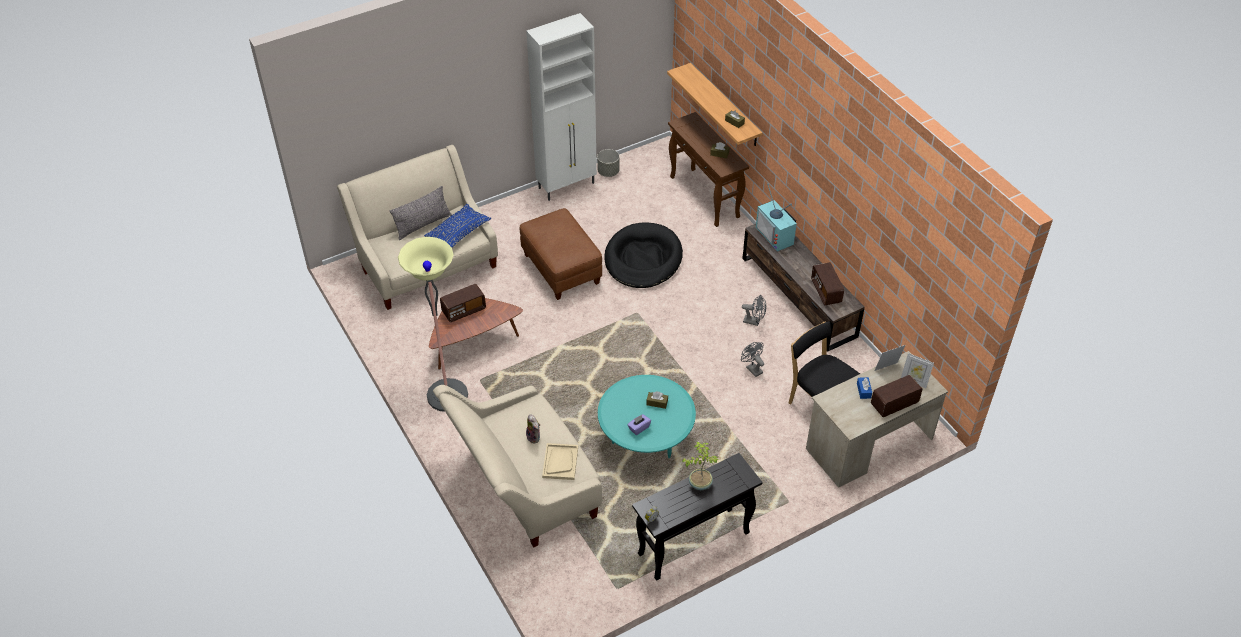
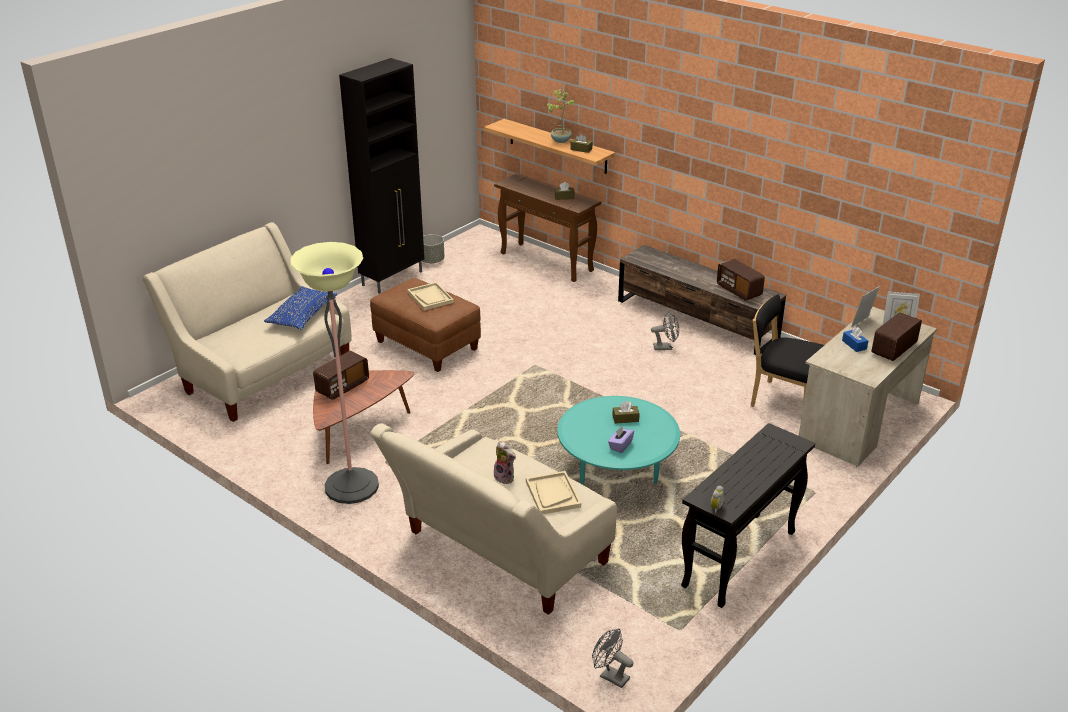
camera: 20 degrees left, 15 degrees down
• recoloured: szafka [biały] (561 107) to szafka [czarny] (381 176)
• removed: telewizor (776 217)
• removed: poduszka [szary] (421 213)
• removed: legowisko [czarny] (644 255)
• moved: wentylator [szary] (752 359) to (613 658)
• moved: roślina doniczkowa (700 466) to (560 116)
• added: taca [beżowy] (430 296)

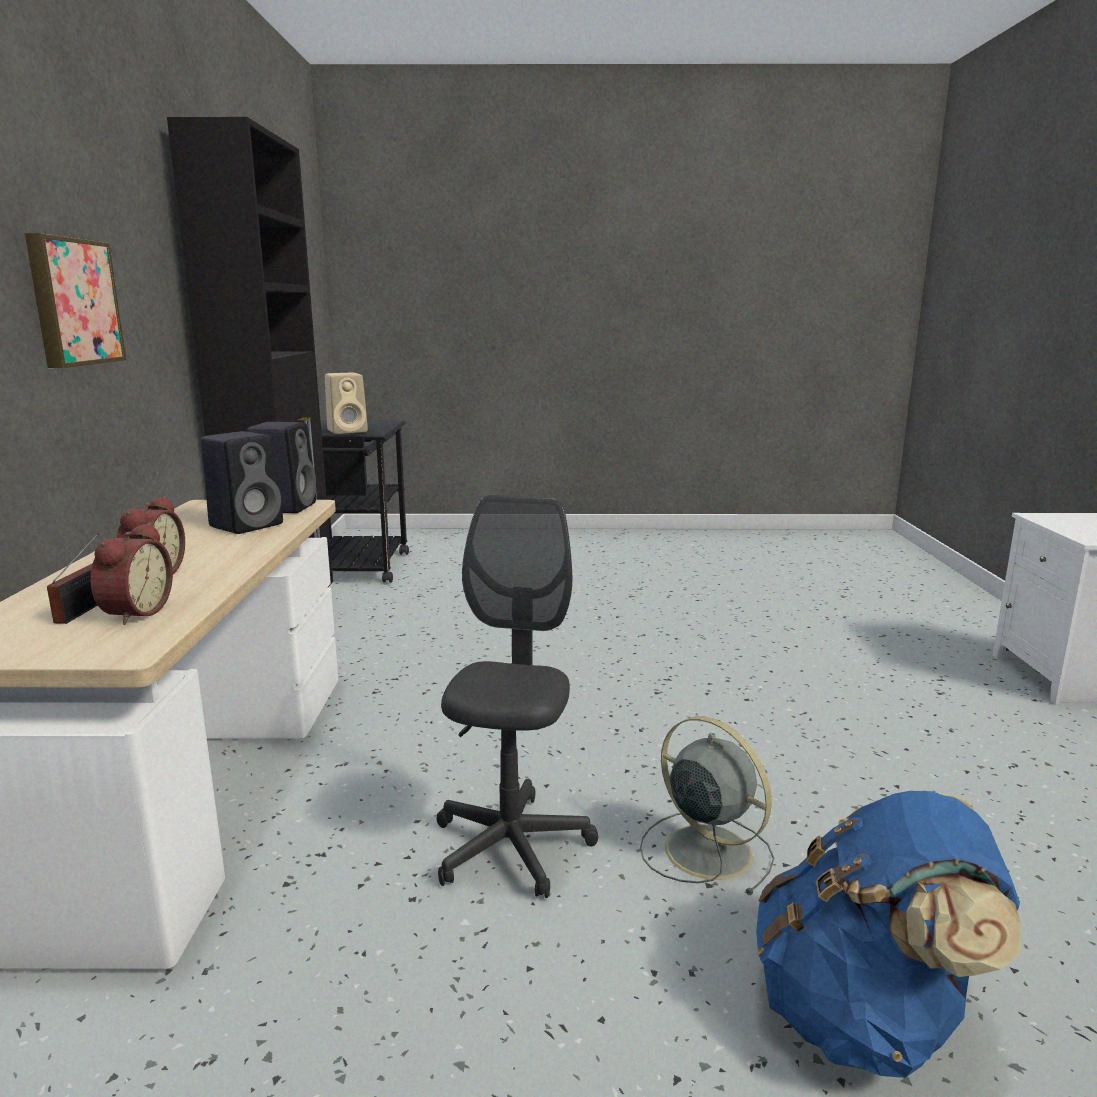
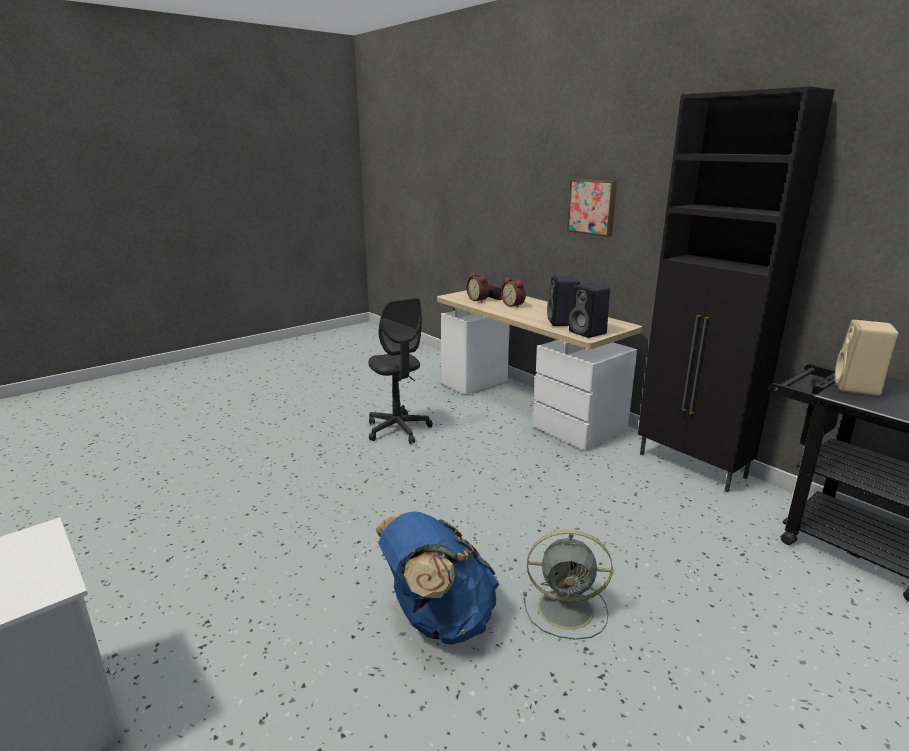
camera: 140 degrees right, 5 degrees up
• moved: wentylator [szary] (707 806) to (568 585)
• moved: plecak [niebieski] (888 934) to (437 578)

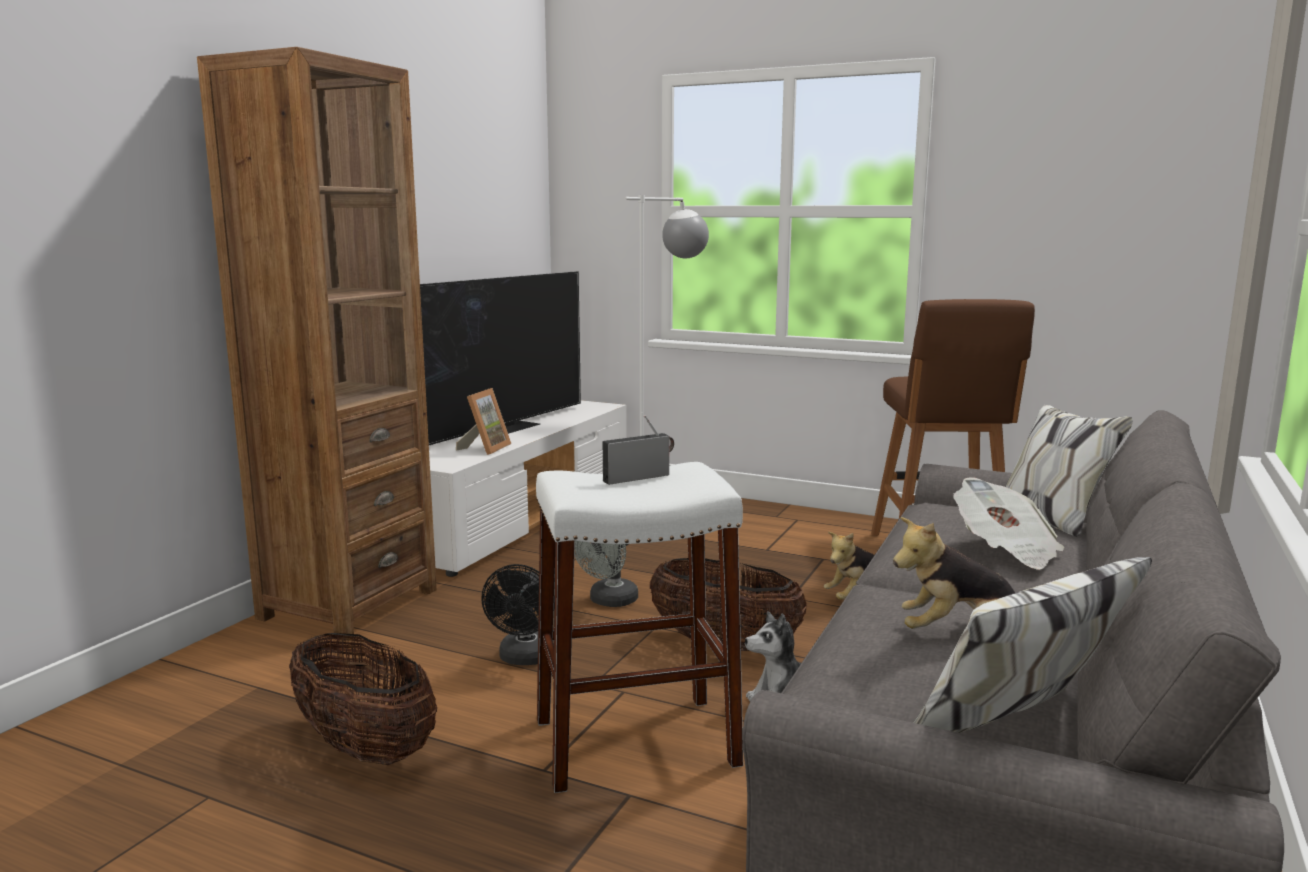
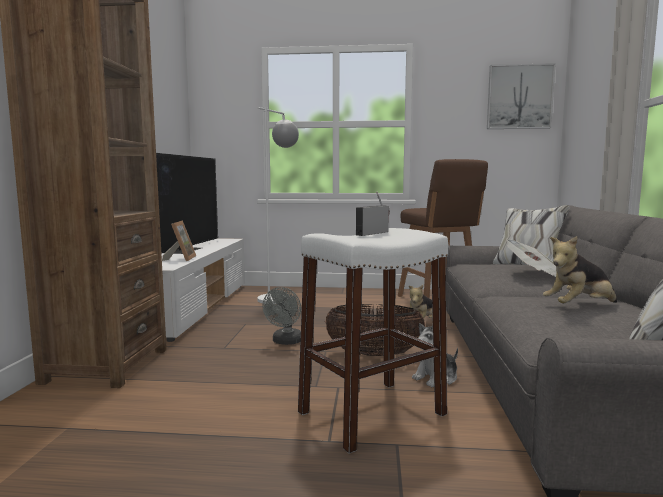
camera: 20 degrees left, 5 degrees down
• removed: wentylator [czarny] (518 614)
• removed: koszyk (363 699)
• added: obraz (521 96)

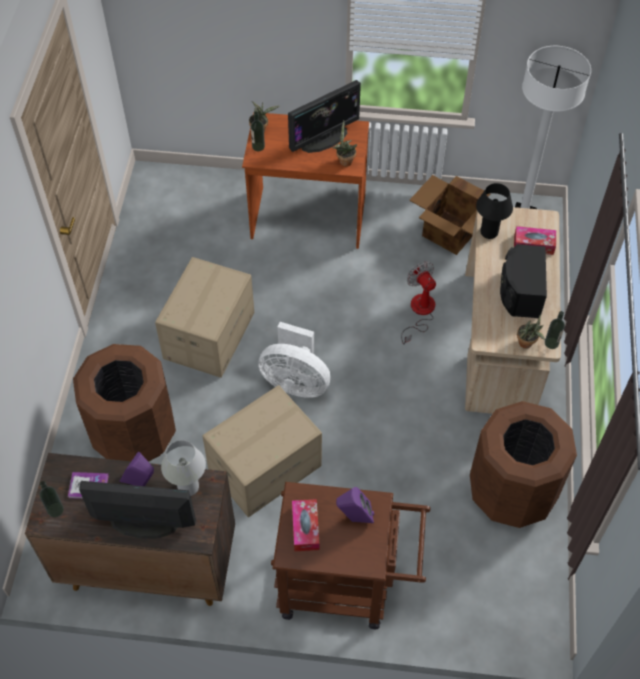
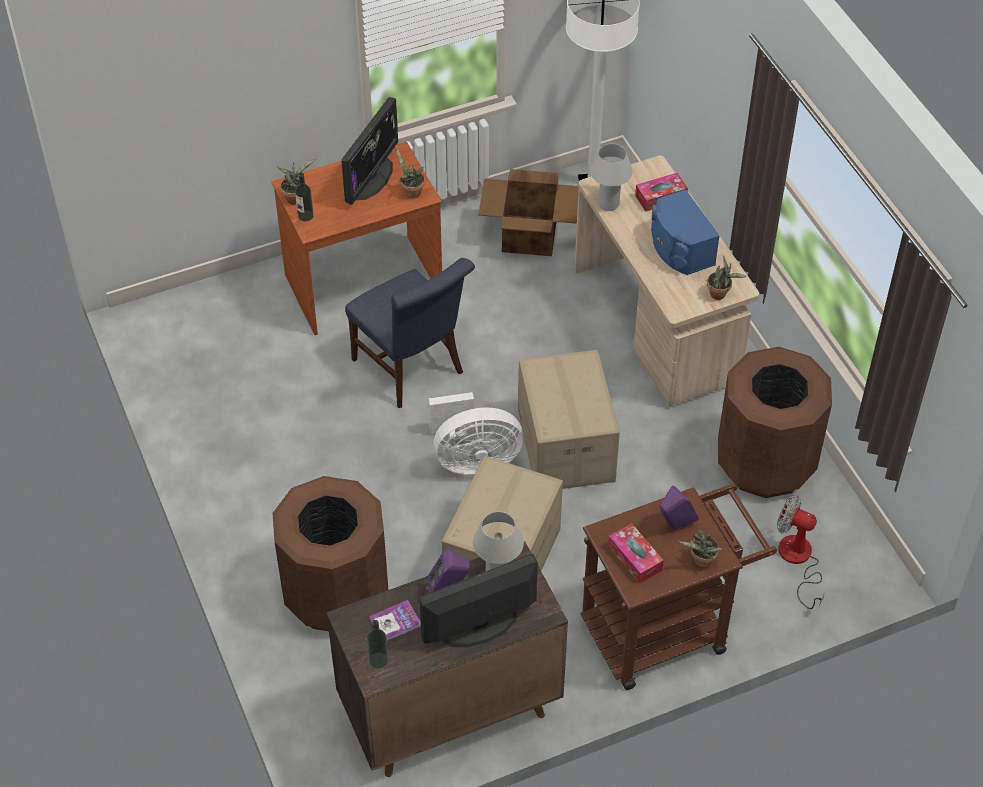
camera: 30 degrees left, 5 degrees down
• recoloured: lampa stołowa [czarny] (494 211) to lampa stołowa [biały] (611 177)
• recoloured: głośnik [czarny] (523 281) to głośnik [niebieski] (685 232)
• moved: karton (204 317) to (569 419)
• moved: wentylator (418 303) to (801 552)
• removed: butelka (555 330)
• added: krzesło [niebieski] (410 333)
• added: roślina doniczkowa (701 548)

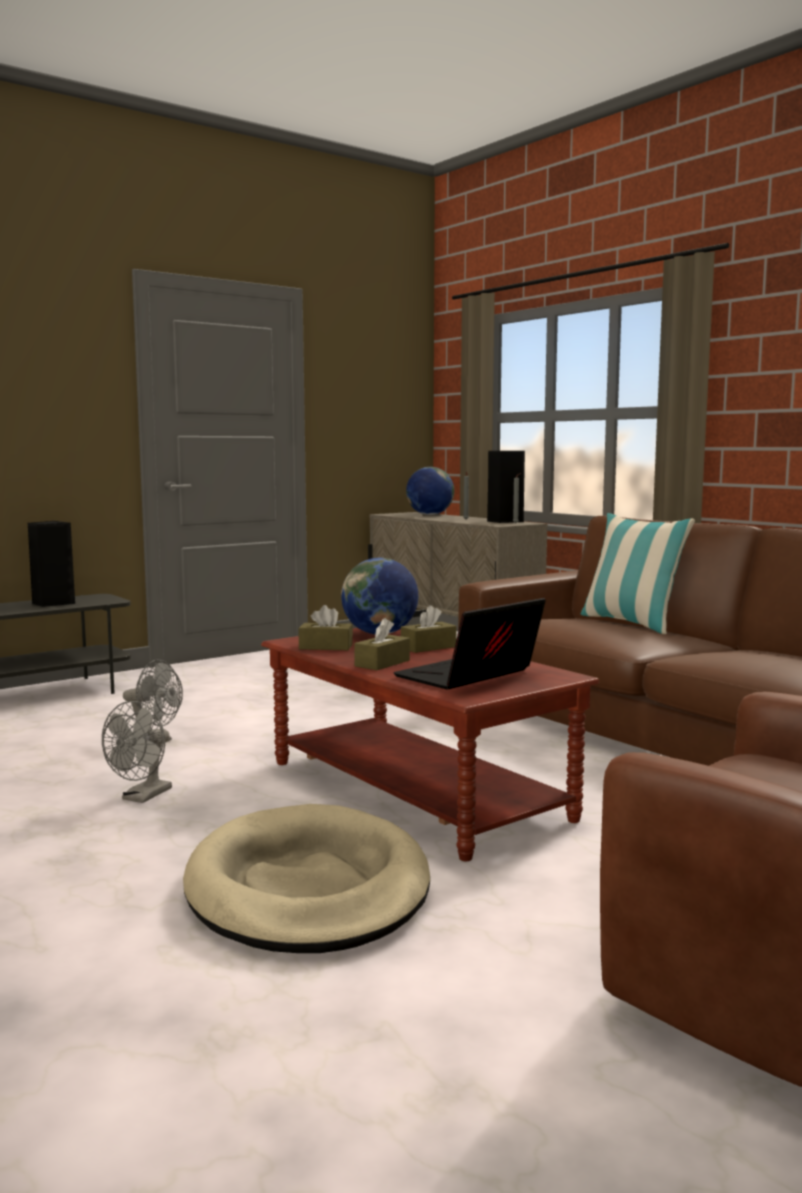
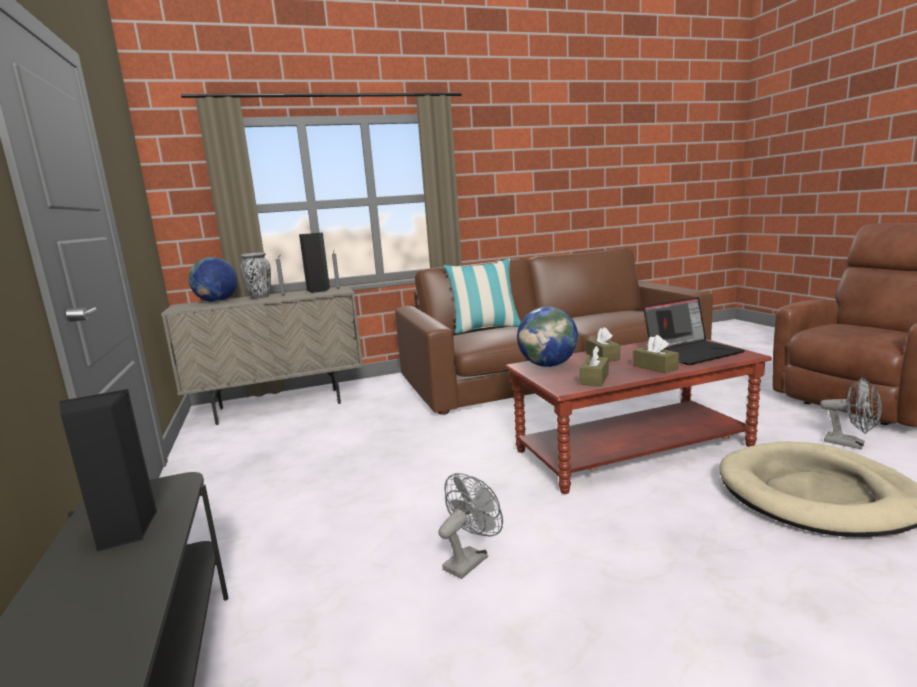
camera: 70 degrees left, 5 degrees up
• turned: laptop (469 643) = (694 331) 90 degrees counterclockwise
• moved: wentylator [szary] (137 752) to (851 413)
• added: wazon (255 275)

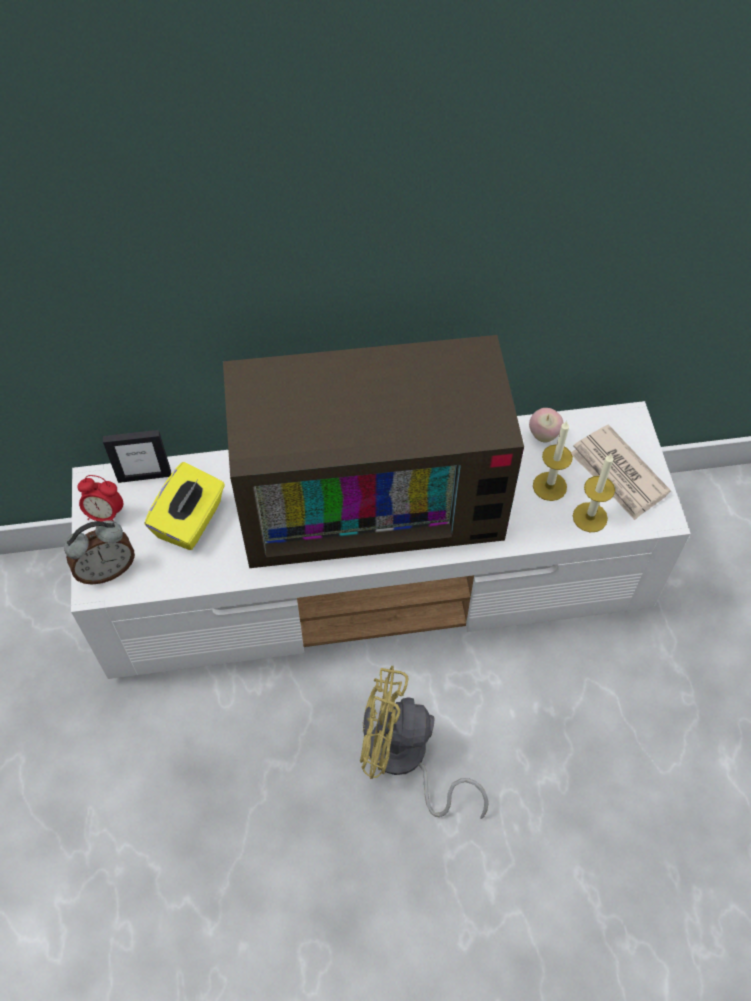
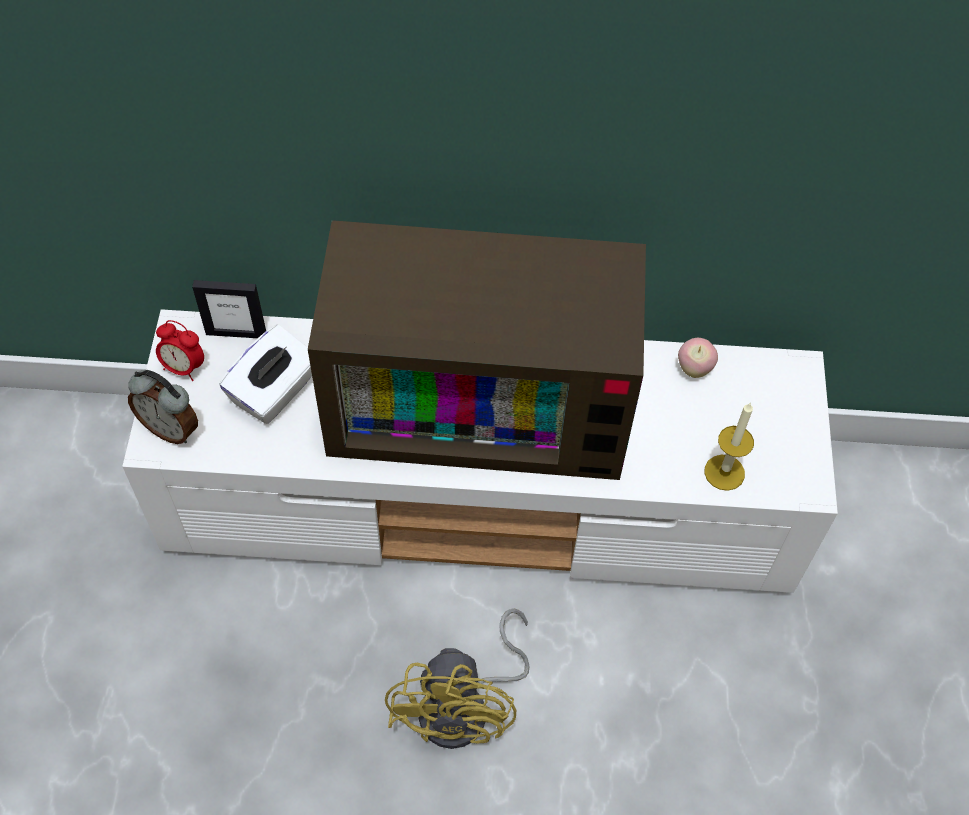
camera: 10 degrees right, 0 degrees up
• removed: świeca (553 461)
• removed: gazeta (621 472)
• recoloured: pudełko chusteczek [żółty] (184 506) to pudełko chusteczek [biały] (265 374)
• turned: budzik (99 552) = (163 407) 45 degrees clockwise
• turned: wentylator [żółty] (424 742) = (457 678) 105 degrees counterclockwise

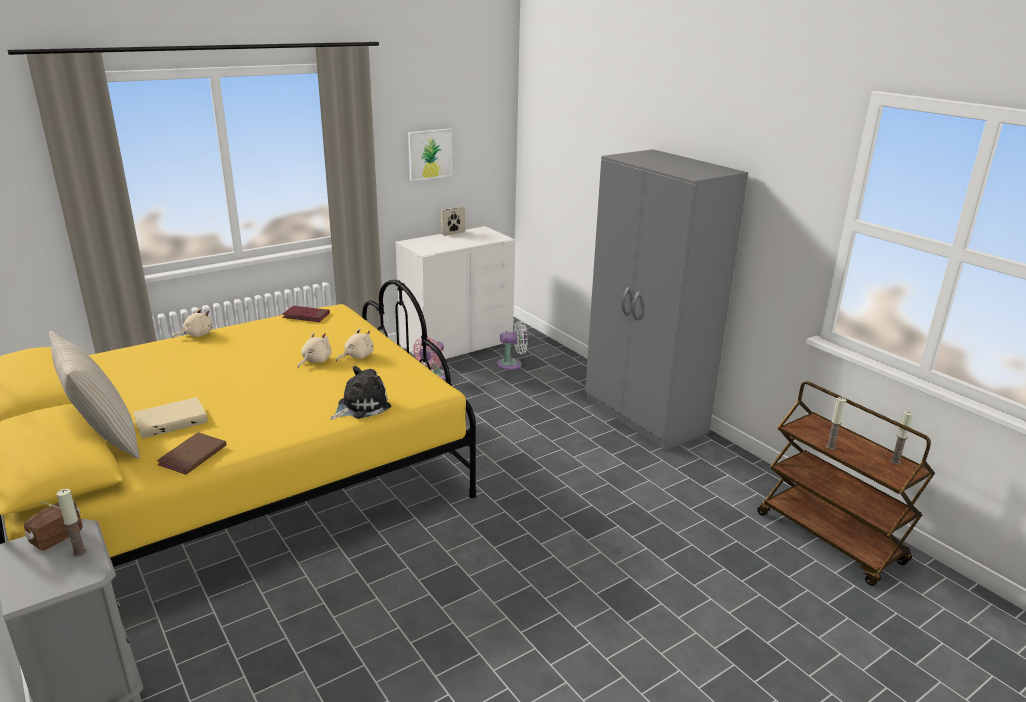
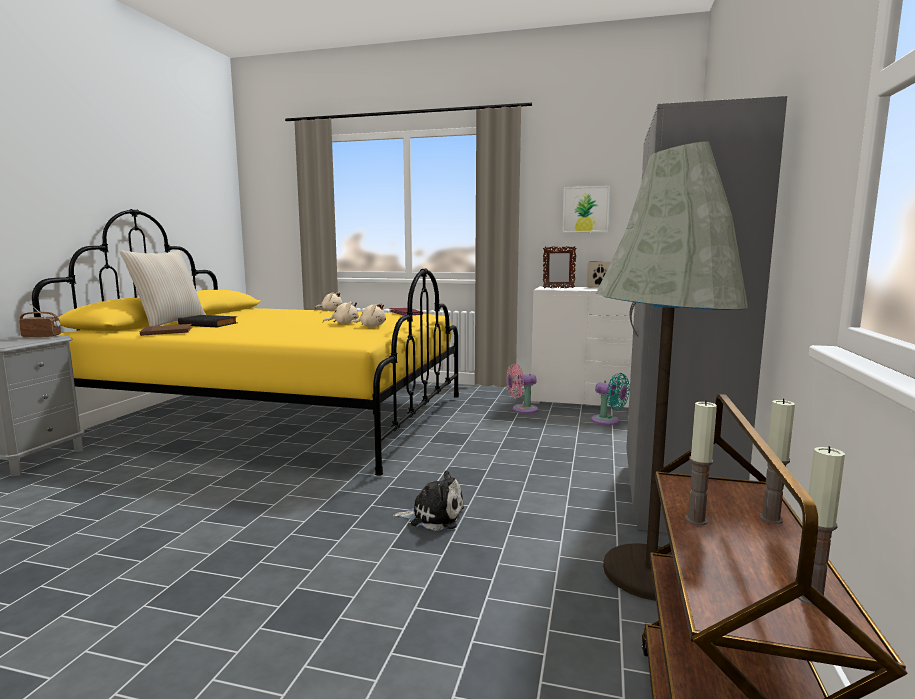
camera: 50 degrees right, 15 degrees down
• recoloured: wentylator [biały] (512 345) to wentylator [turkusowy] (610 399)
• moved: pluszak (360 393) to (428 501)
• recoloured: książka [beżowy] (170 418) to książka [czarny] (207 321)
• moved: świeca (72 523) to (777 461)
• added: lampa stojąca [szary] (672 371)
• added: ramka na zdjęcie (559 267)

